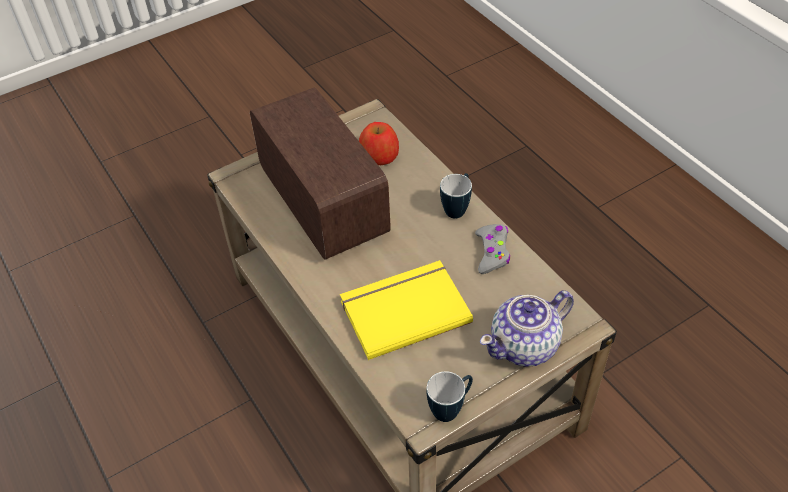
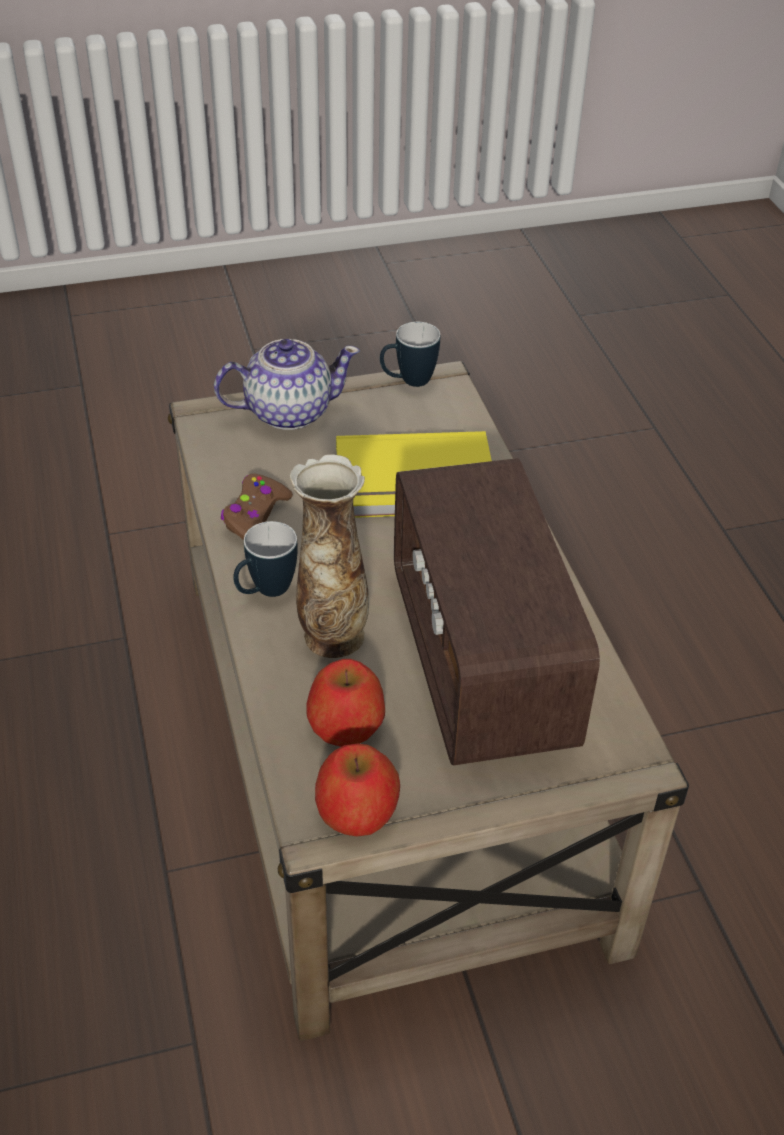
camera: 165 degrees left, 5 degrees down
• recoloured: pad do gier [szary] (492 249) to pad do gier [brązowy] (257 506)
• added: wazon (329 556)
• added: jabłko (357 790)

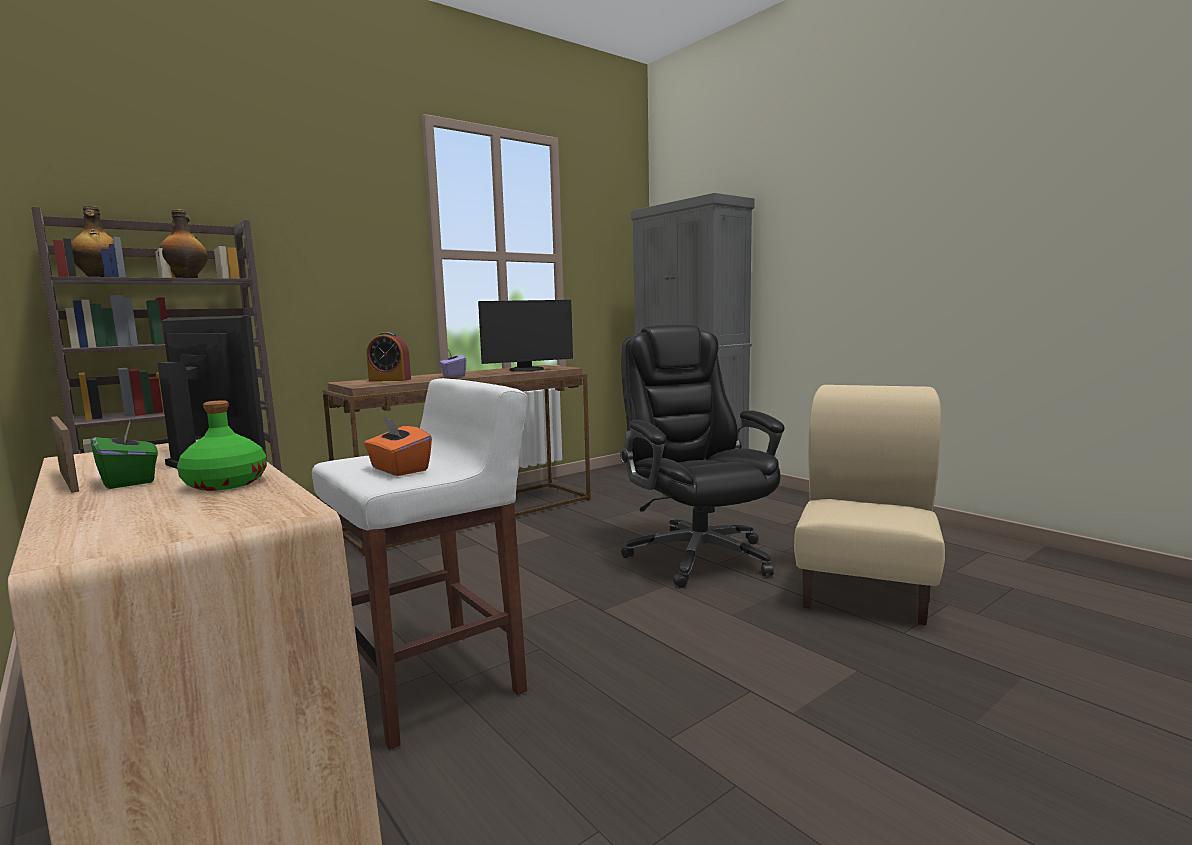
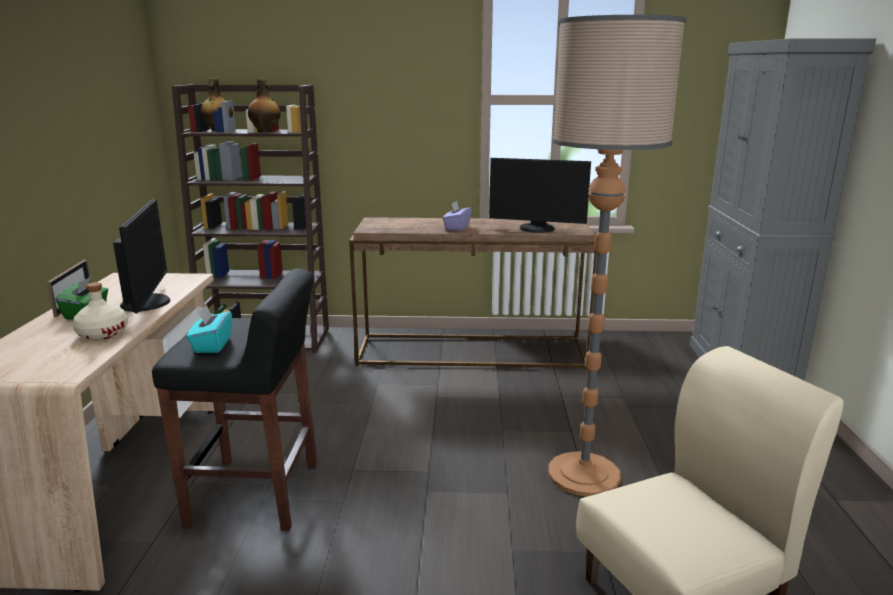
camera: 40 degrees right, 10 degrees up
• replaced: krzesło biurowe [czarny] (702 456) to lampa stojąca (617 255)
• removed: budzik (389 356)
• recoloured: stołek [biały] (420 564) to stołek [czarny] (234 399)
• recoloured: butelka [zielony] (222 445) to butelka [beżowy] (100 311)
• recoloured: pudełko chusteczek [pomarańczowy] (398 446) to pudełko chusteczek [turkusowy] (209 329)

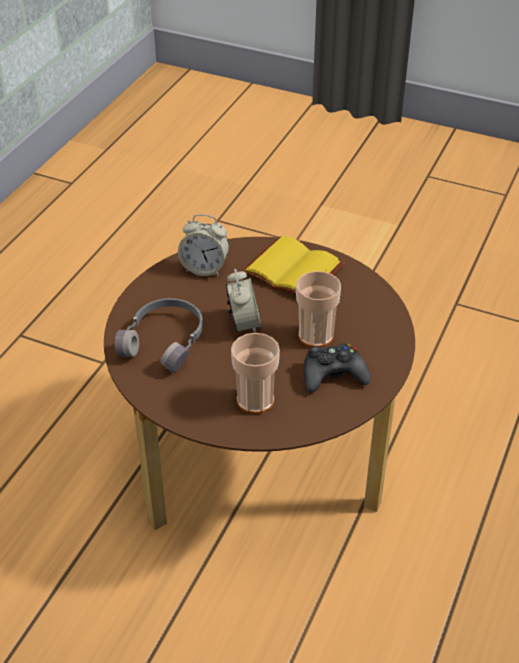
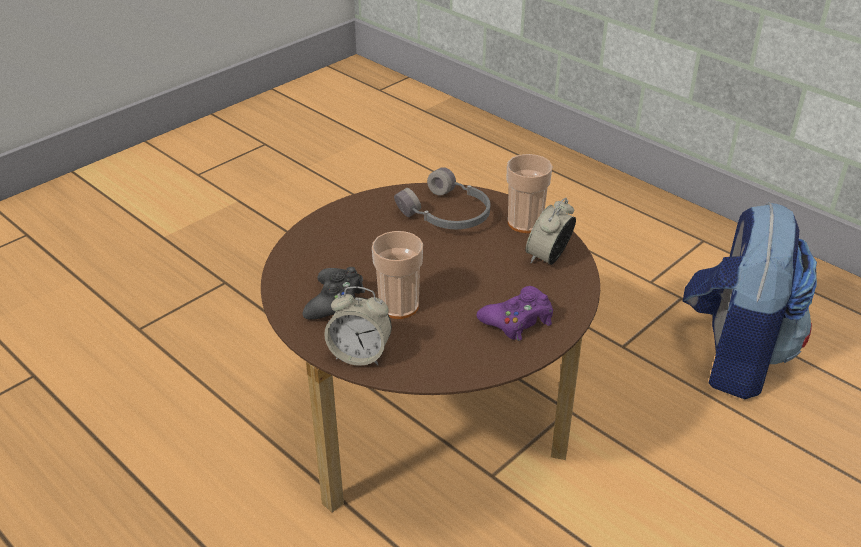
camera: 110 degrees right, 5 degrees down
• replaced: książka [żółty] (293 265) to pad do gier [fioletowy] (514 313)
• moved: budzik (243 301) to (358 326)
• moved: filiżanka (255 373) to (529 193)
• added: plecak (750 300)

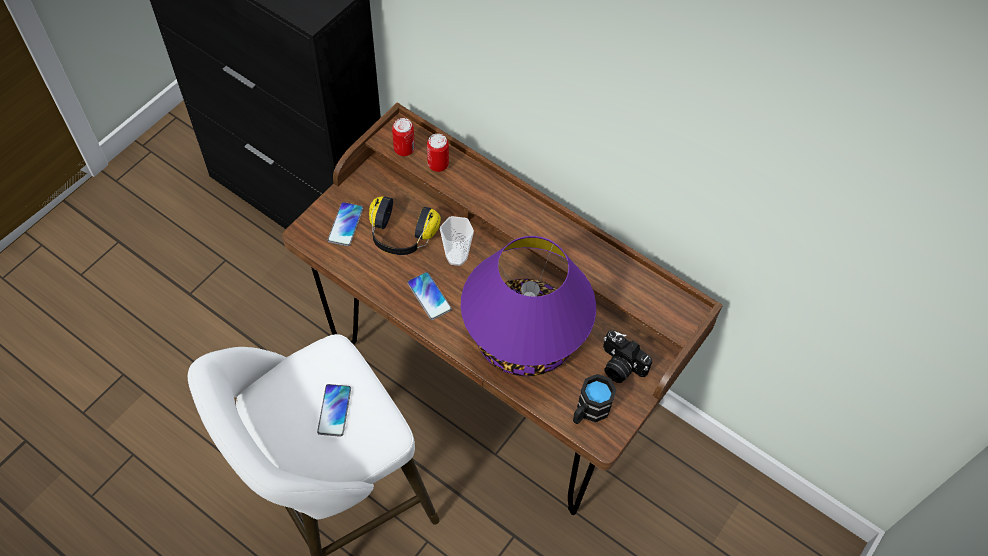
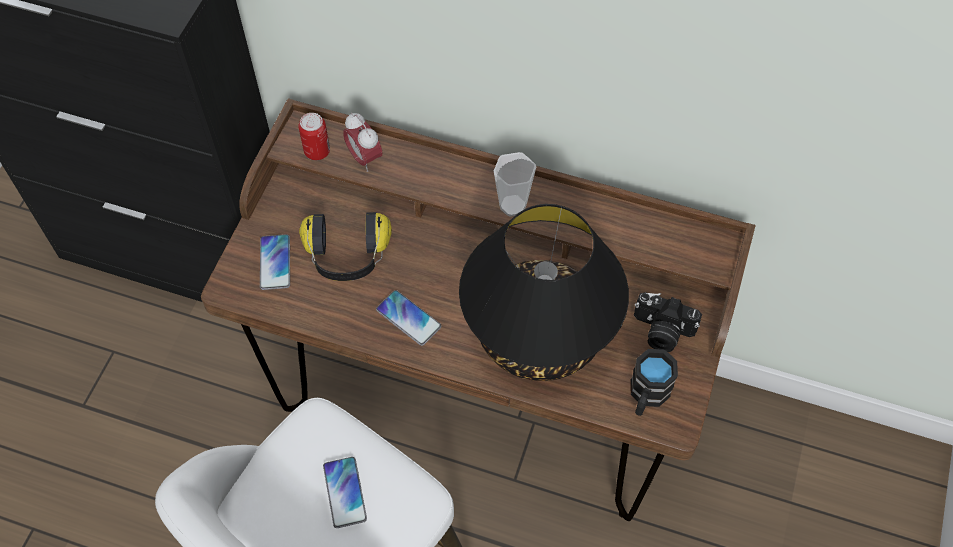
camera: 15 degrees left, 0 degrees up
• replaced: puszka (438 153) to budzik (362 142)
• moved: filiżanka (457 241) to (515 184)
• recoloured: lampa stołowa [fioletowy] (528 306) to lampa stołowa [czarny] (544 292)

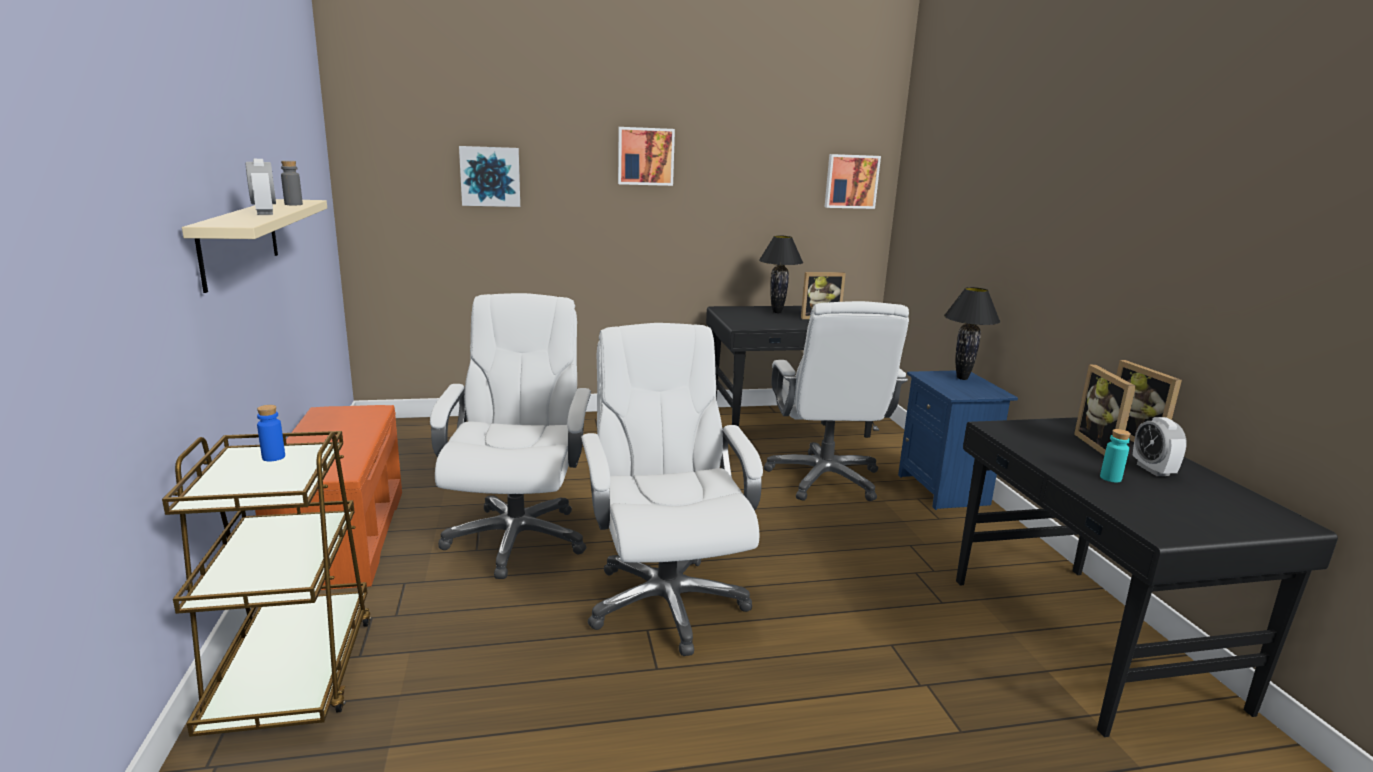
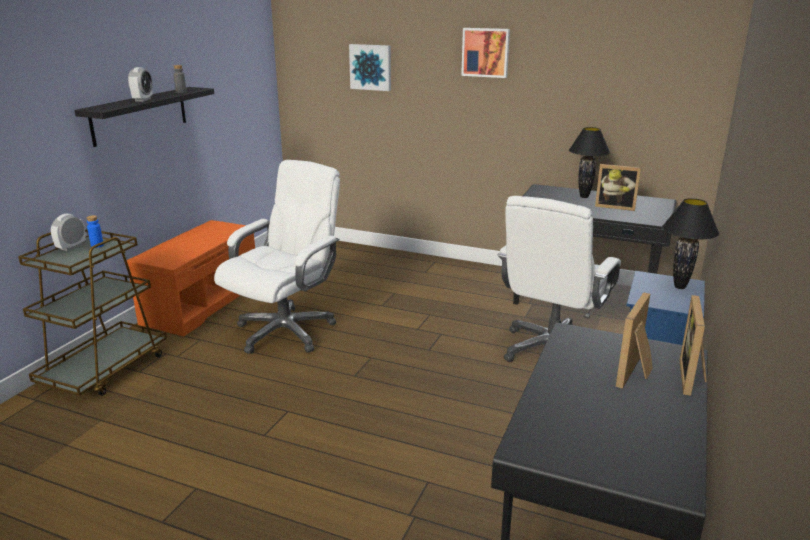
camera: 35 degrees right, 5 degrees up
• removed: obraz (853 181)
• recoloured: półka [beżowy] (254 246) to półka [czarny] (144 117)
• removed: krzesło biurowe [biały] (672 489)
• moved: budzik (1160 446) to (68 232)
• removed: butelka [turkusowy] (1115 455)

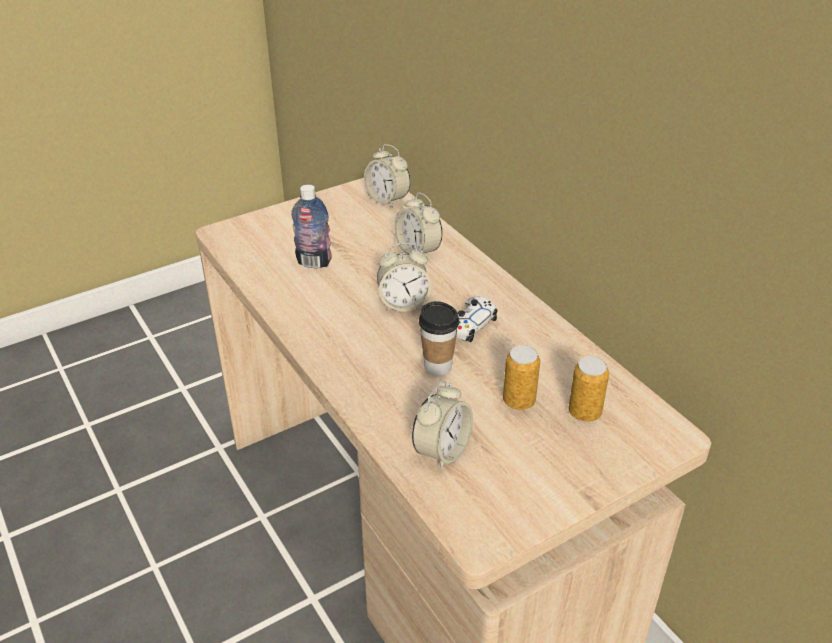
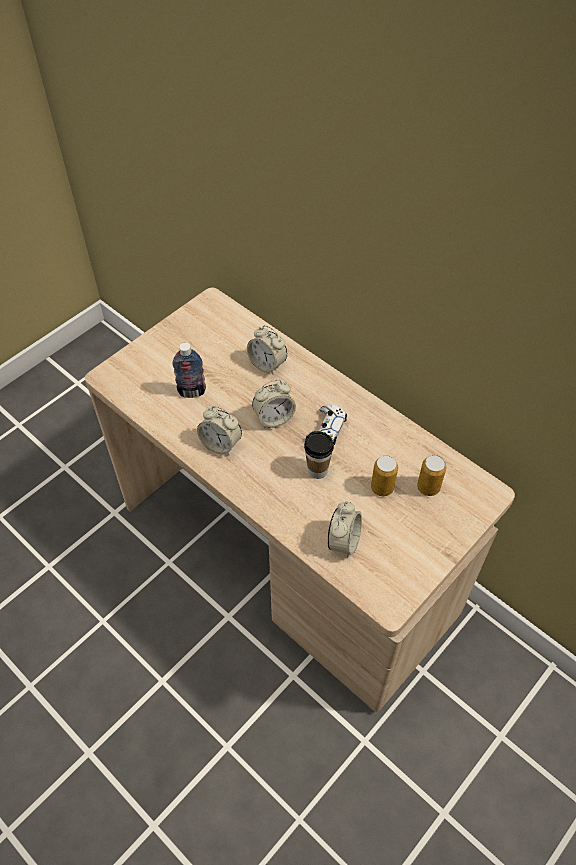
camera: 15 degrees left, 15 degrees up
• moved: budzik (387 176) to (219 430)

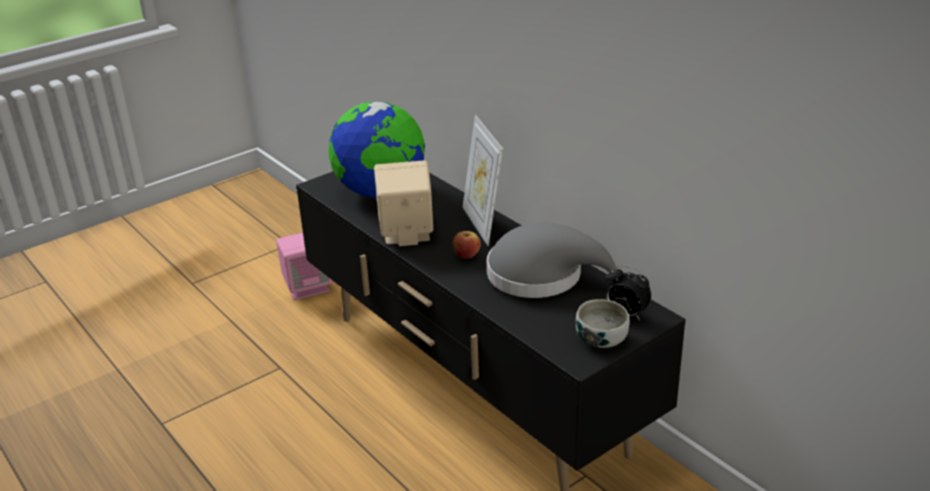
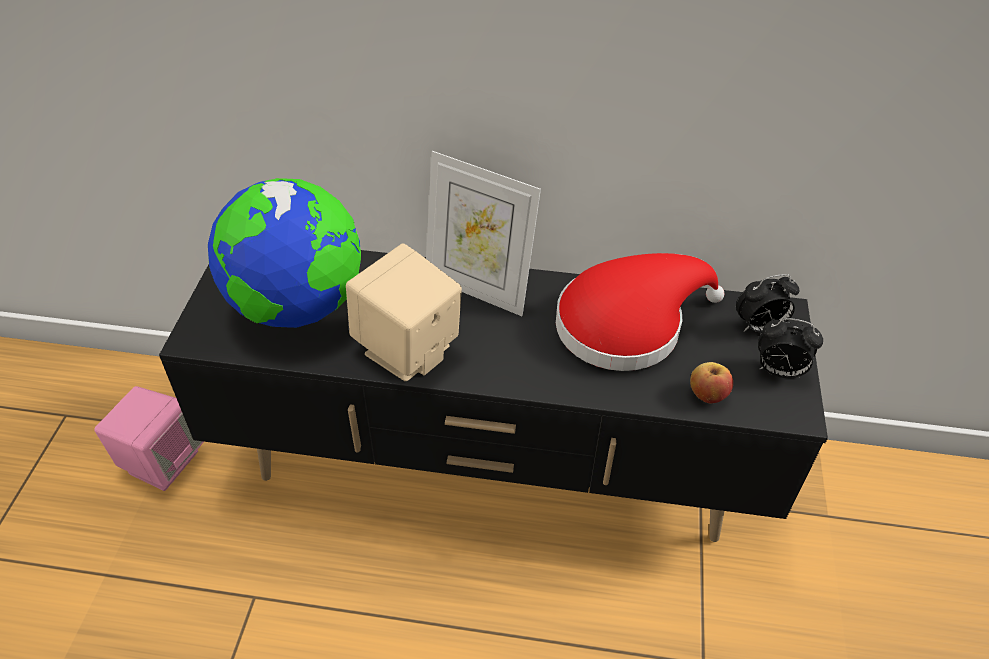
camera: 45 degrees left, 15 degrees up
• recoloured: kapelusz [szary] (551 260) to kapelusz [czerwony] (640 312)
• moved: jabłko (467 245) to (711 382)
• replaced: miska (603 323) to budzik (790 348)

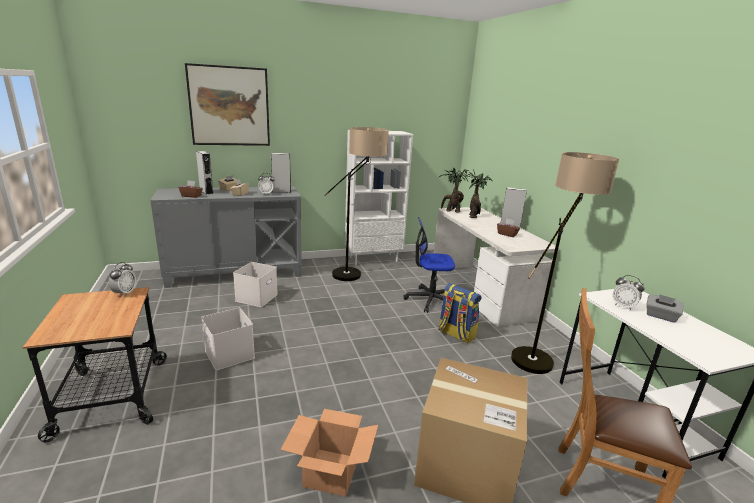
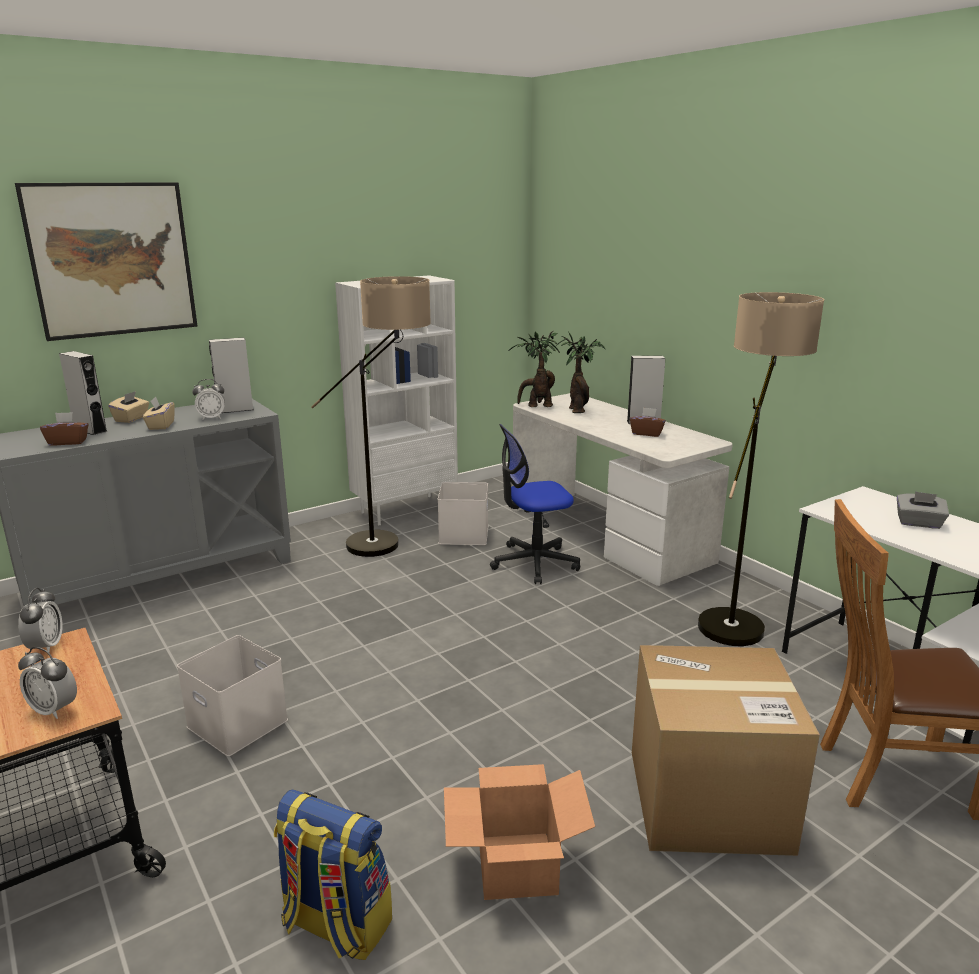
camera: 15 degrees left, 0 degrees up
• moved: pojemnik do przechowywania [biały] (255 284) to (463 513)
• moved: budzik (628 292) to (47 683)
• moved: plecak (459 313) to (333 875)

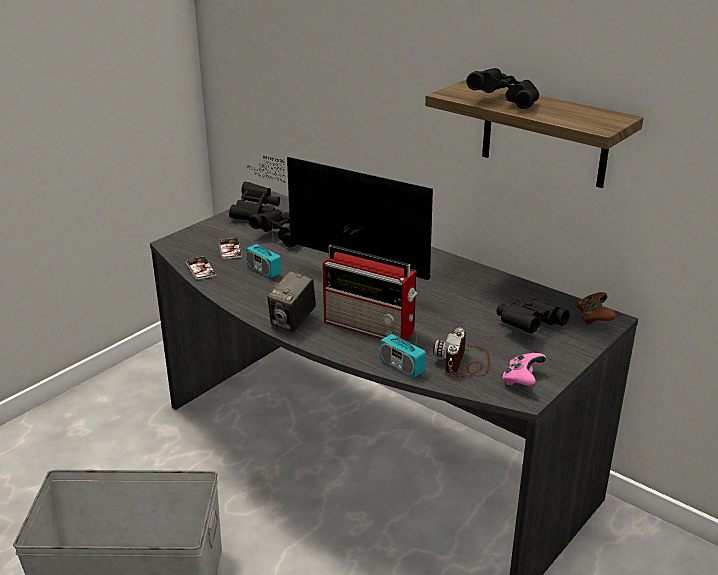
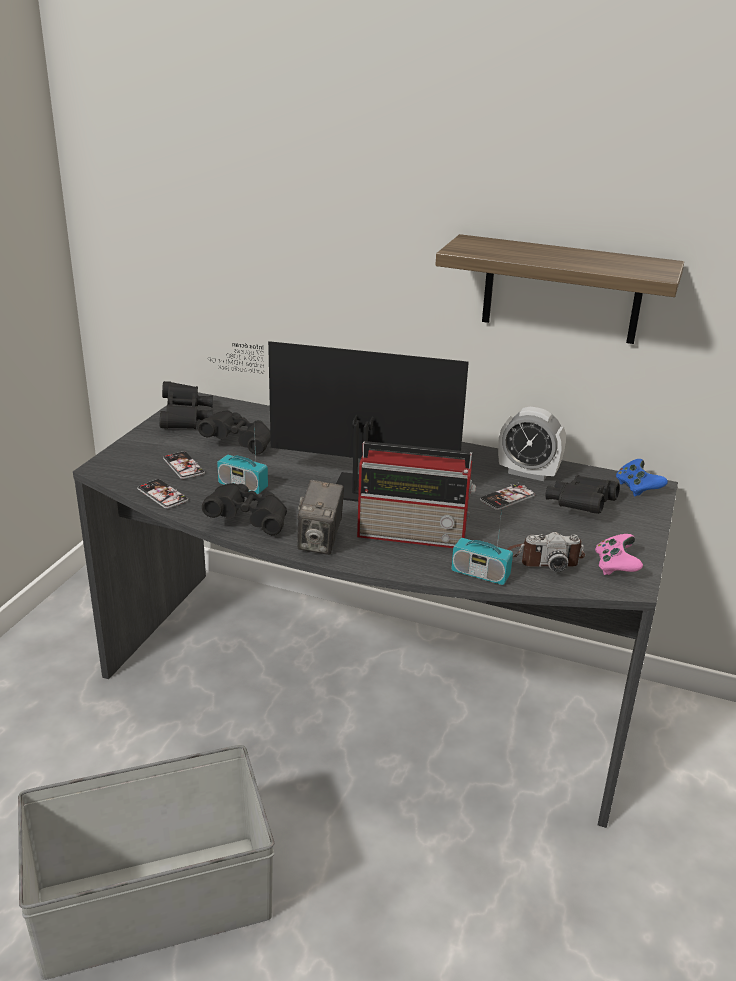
camera: 20 degrees left, 0 degrees up
• moved: lornetka [czarny] (502 88) to (244 509)
• recoloured: pad do gier [brązowy] (597 308) to pad do gier [niebieski] (642 478)
• turned: aparat fotograficzny (461 353) = (546 552) 90 degrees counterclockwise
• added: budzik (532 444)
• added: telefon (507 496)

